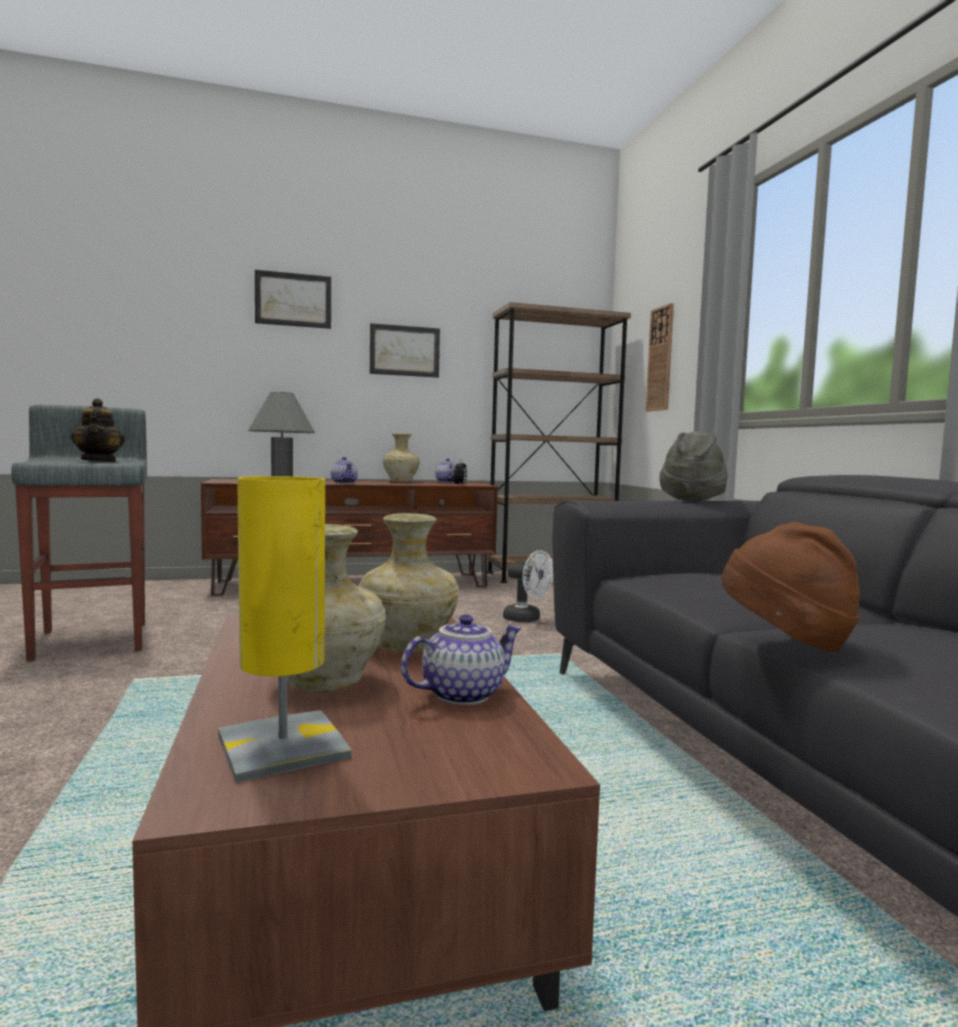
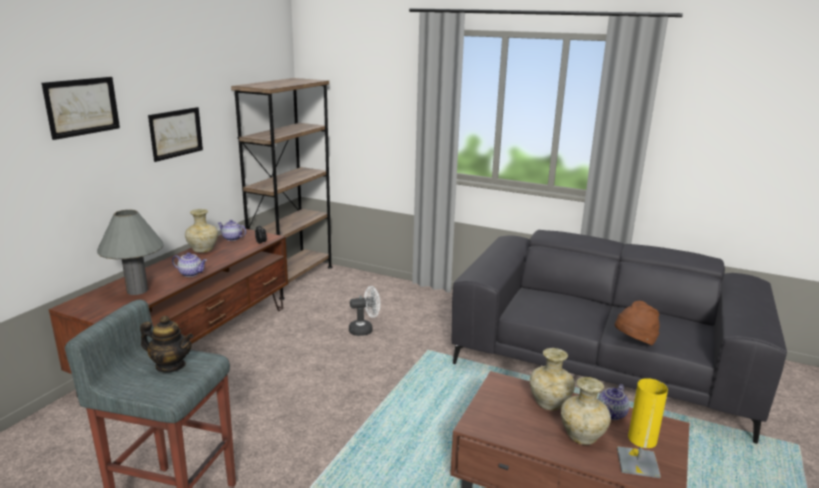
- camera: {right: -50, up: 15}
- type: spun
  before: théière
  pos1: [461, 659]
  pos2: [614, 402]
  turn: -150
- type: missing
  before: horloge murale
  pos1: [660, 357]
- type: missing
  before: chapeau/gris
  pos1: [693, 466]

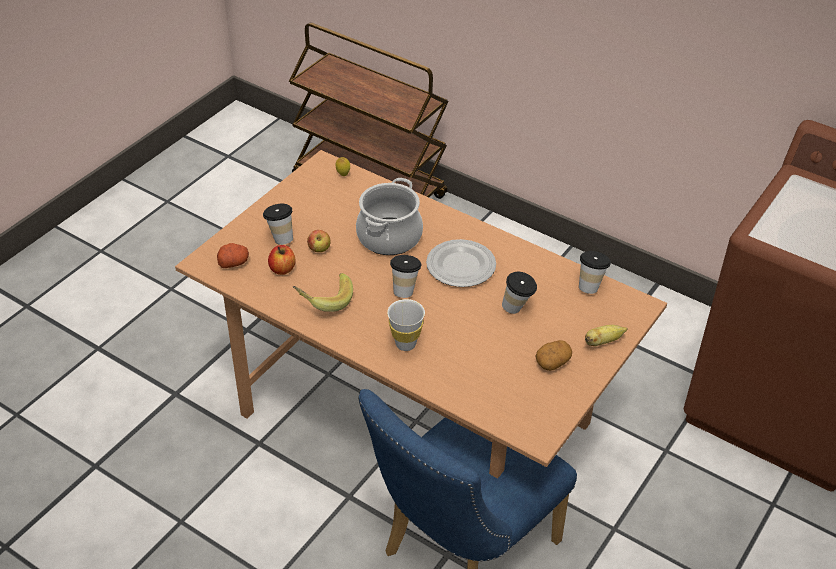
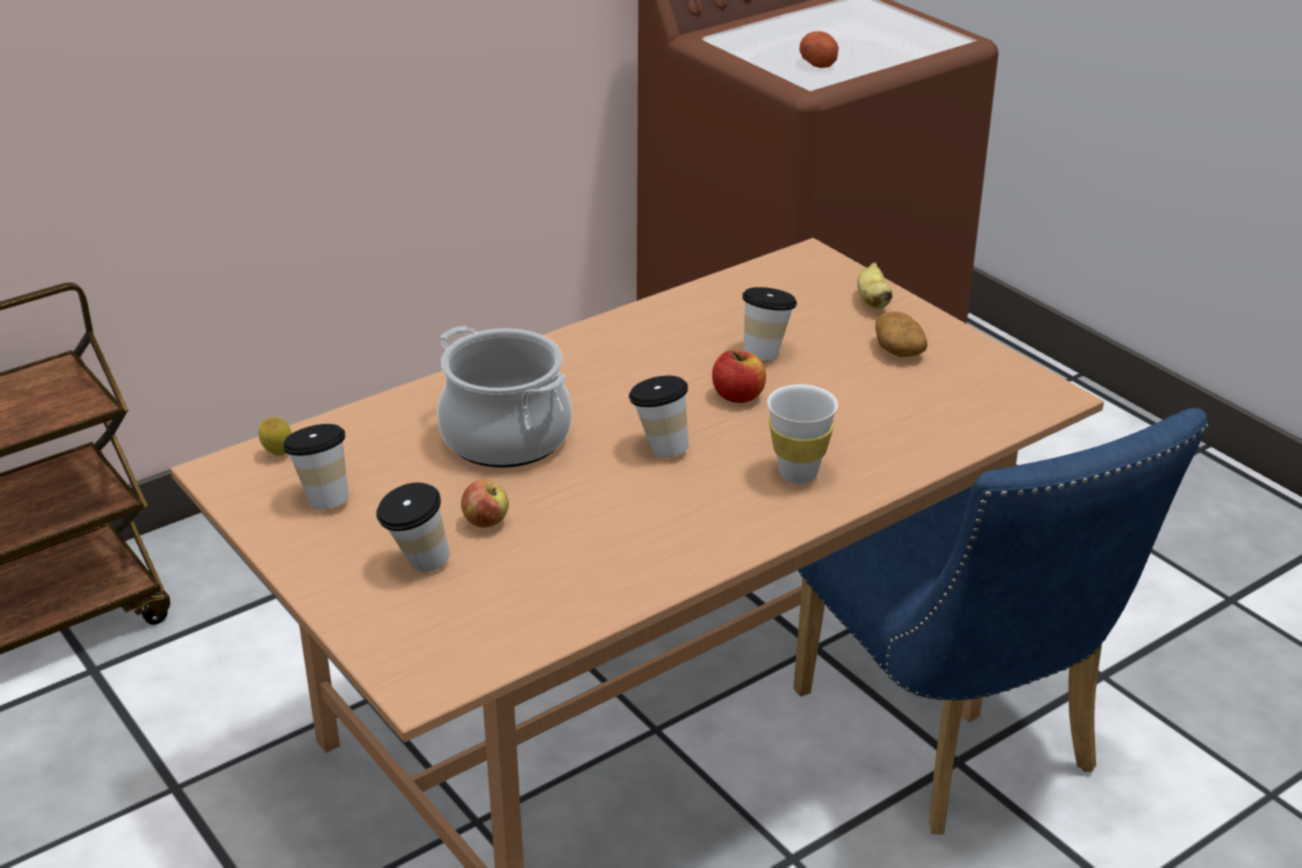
- camera: {right: -70, up: -10}
- type: relocated
  before: pomme de terre
  pos1: [233, 255]
  pos2: [818, 49]
- type: relocated
  before: pomme
  pos1: [281, 260]
  pos2: [739, 376]
- type: missing
  before: banane
  pos1: [323, 292]
- type: missing
  before: assiette
  pos1: [461, 263]
- type: relocated
  before: tasse
  pos1: [595, 272]
  pos2: [316, 466]

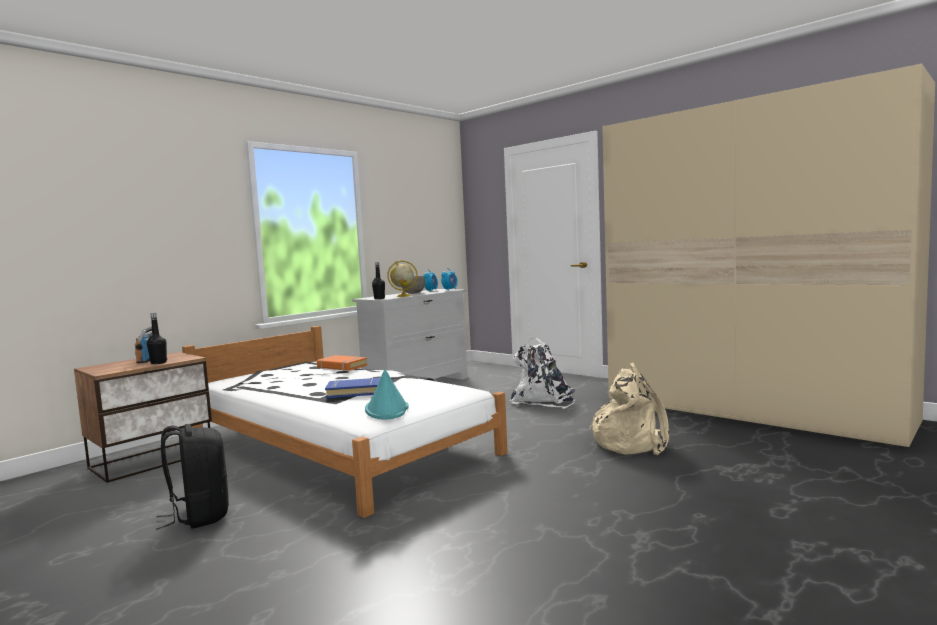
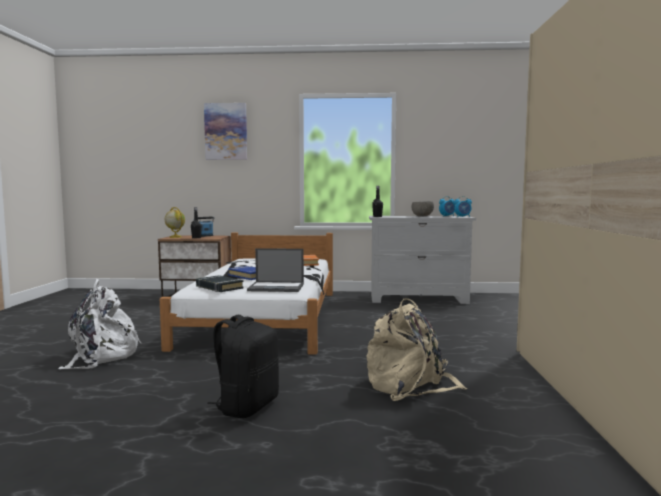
- camera: {right: 50, up: 0}
- type: relocated
  before: sac à dos/noir
  pos1: [192, 477]
  pos2: [243, 366]
- type: exchanged
  before: chapeau/turquoise
  after: livre/noir
  pos1: [386, 394]
  pos2: [220, 283]
- type: relocated
  before: globe
  pos1: [402, 278]
  pos2: [175, 222]
- type: relocated
  before: sac à dos/blanc
  pos1: [542, 373]
  pos2: [99, 324]
- type: appeared
  after: tableau
  pos2: [225, 131]
- type: appeared
  after: ordinateur portable
  pos2: [275, 270]

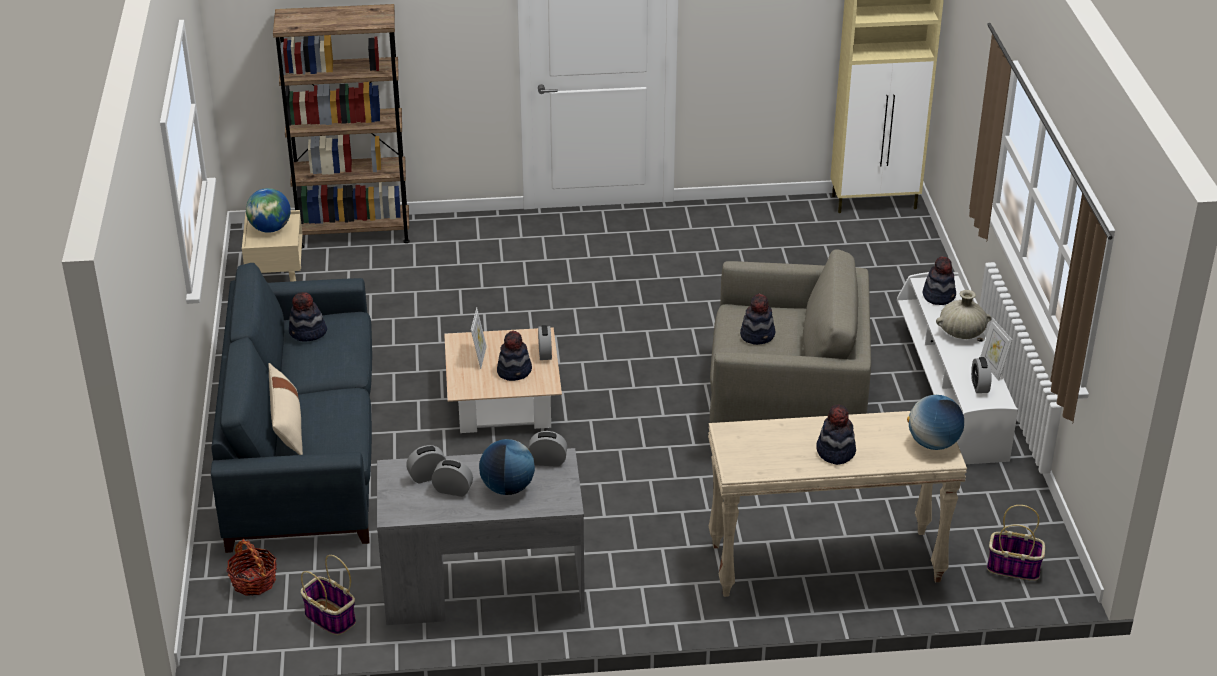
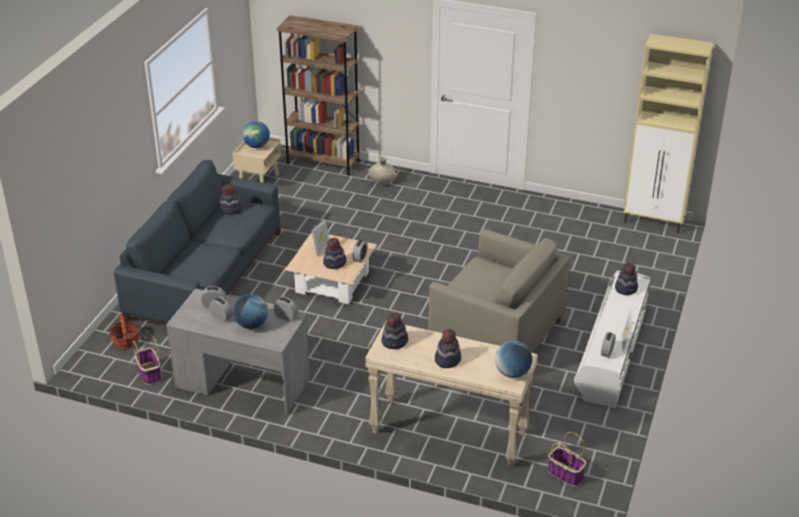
- camera: {right: 25, up: 0}
- type: missing
  before: coussin/beige
  pos1: [285, 409]
- type: relocated
  before: chapeau
  pos1: [758, 319]
  pos2: [394, 330]
- type: relocated
  before: vase/beige
  pos1: [963, 314]
  pos2: [382, 170]

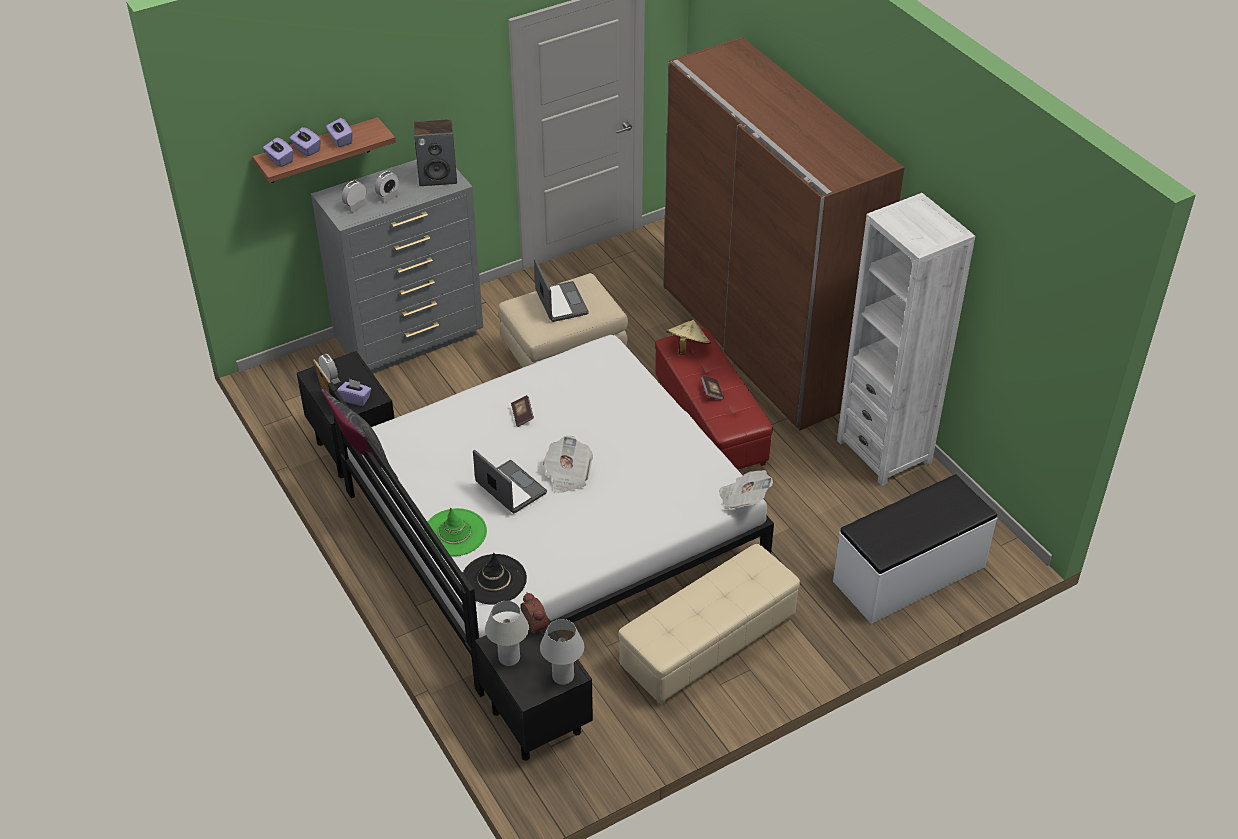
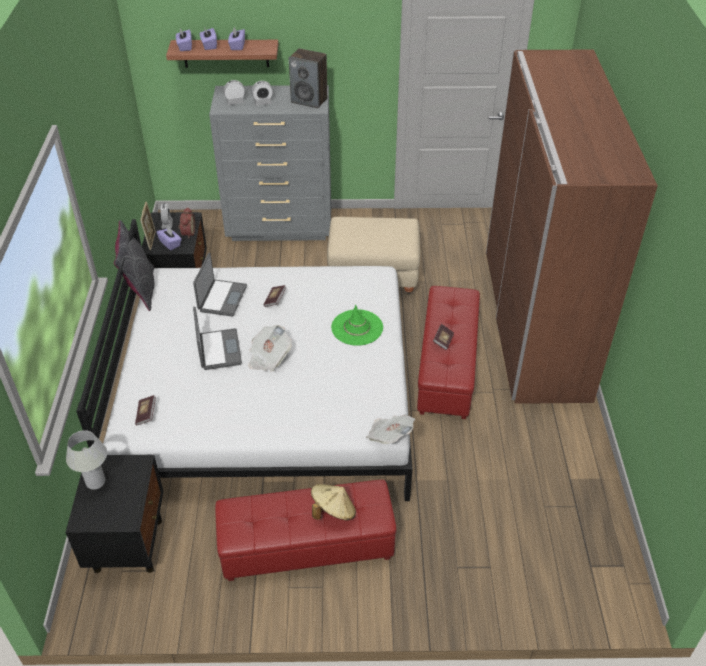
- camera: {right: 30, up: 0}
- type: relocated
  before: chapeau/vert
  pos1: [455, 532]
  pos2: [357, 325]
- type: exchanged
  before: chapeau/noir
  after: livre
  pos1: [494, 579]
  pos2: [145, 410]
- type: relocated
  before: réveil
  pos1: [534, 613]
  pos2: [186, 223]
- type: relocated
  before: ordinateur portable
  pos1: [561, 290]
  pos2: [220, 285]
- type: missing
  before: lampe de table/blanc
  pos1: [562, 652]
- type: colour
  before: pouf/beige
  after: pouf/rouge
  pos1: [709, 625]
  pos2: [305, 530]
- type: relocated
  before: chapeau/beige
  pos1: [689, 337]
  pos2: [333, 502]
- type: missing
  before: banc/blanc
  pos1: [915, 549]
- type: missing
  before: bibliothèque/blanc
  pos1: [906, 339]

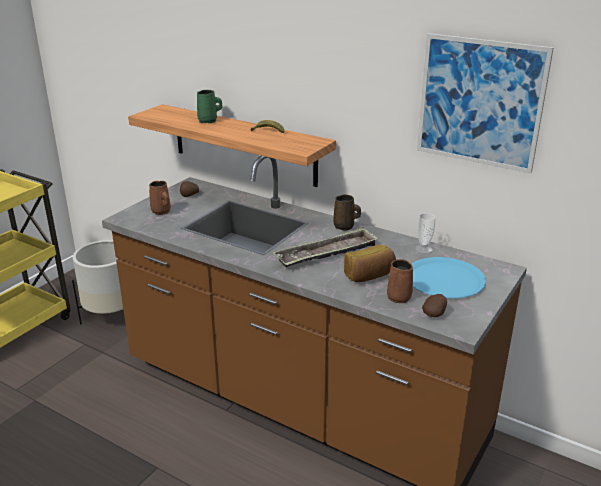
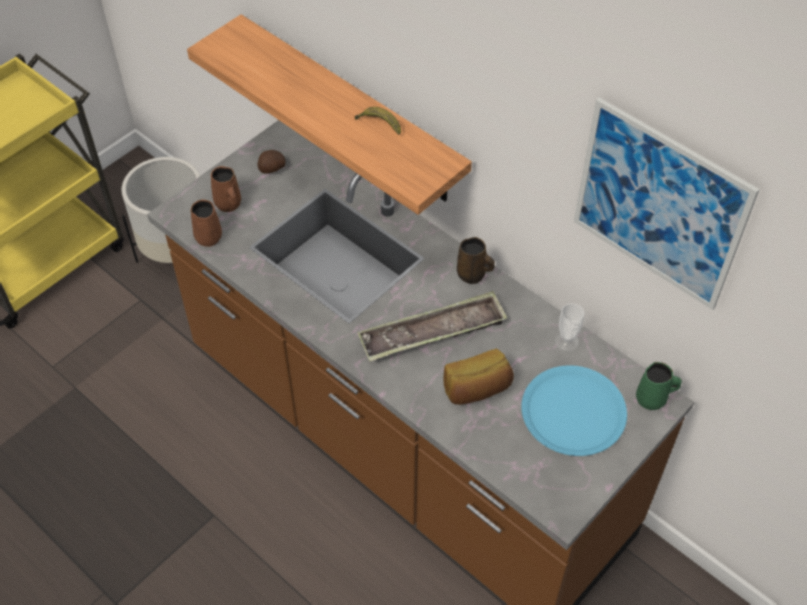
- camera: {right: 10, up: 25}
- type: relocated
  before: mug/vert
  pos1: [209, 106]
  pos2: [659, 386]
- type: relocated
  before: mug/marron
  pos1: [400, 281]
  pos2: [206, 223]
- type: missing
  before: pomme de terre
  pos1: [434, 305]

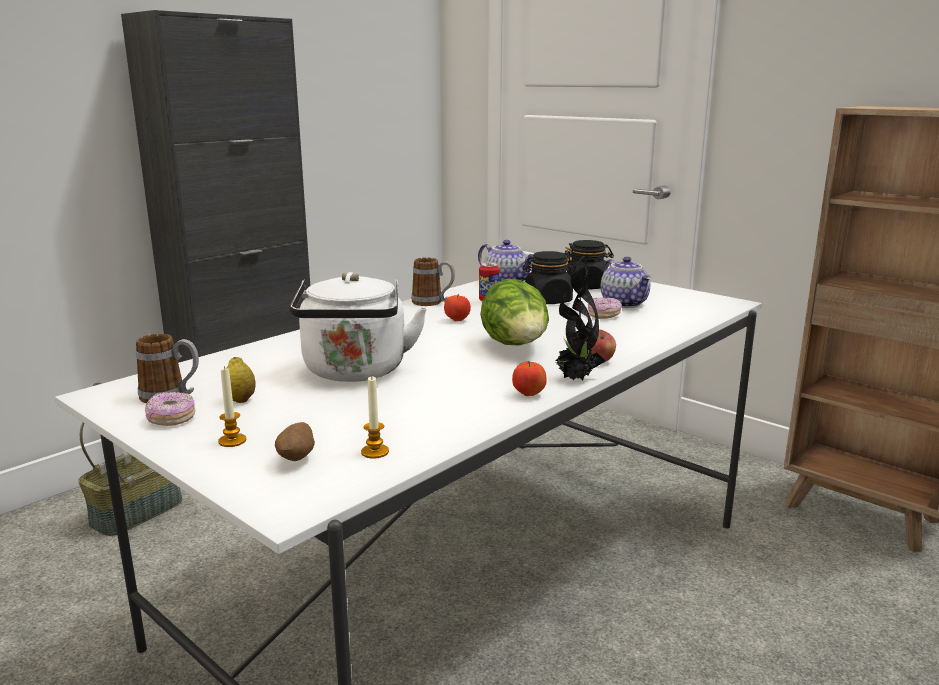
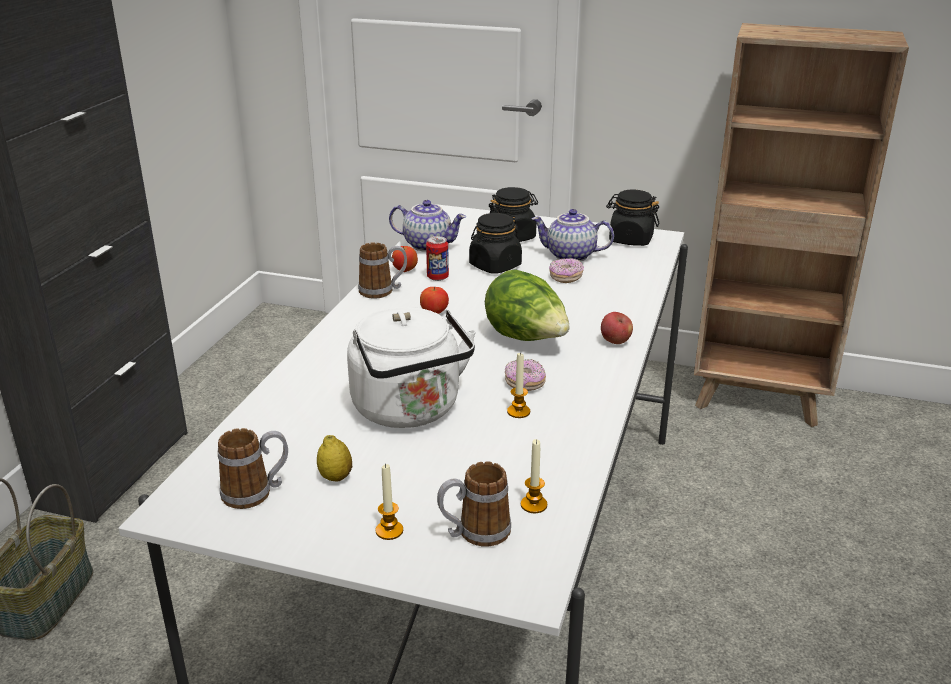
- camera: {right: -25, up: 10}
- type: relocated
  before: beignet
  pos1: [170, 409]
  pos2: [525, 375]
- type: exchanged
  before: pomme de terre
  after: mug
  pos1: [295, 441]
  pos2: [474, 504]
- type: relocated
  before: pomme
  pos1: [529, 378]
  pos2: [405, 259]
- type: missing
  before: plante en pot
  pos1: [581, 318]
- type: spun
  before: théière
  pos1: [626, 282]
  pos2: [572, 235]
  turn: 150
- type: appeared
  after: bougie
  pos2: [518, 385]
- type: appeared
  after: bocal/noir
  pos2: [632, 218]

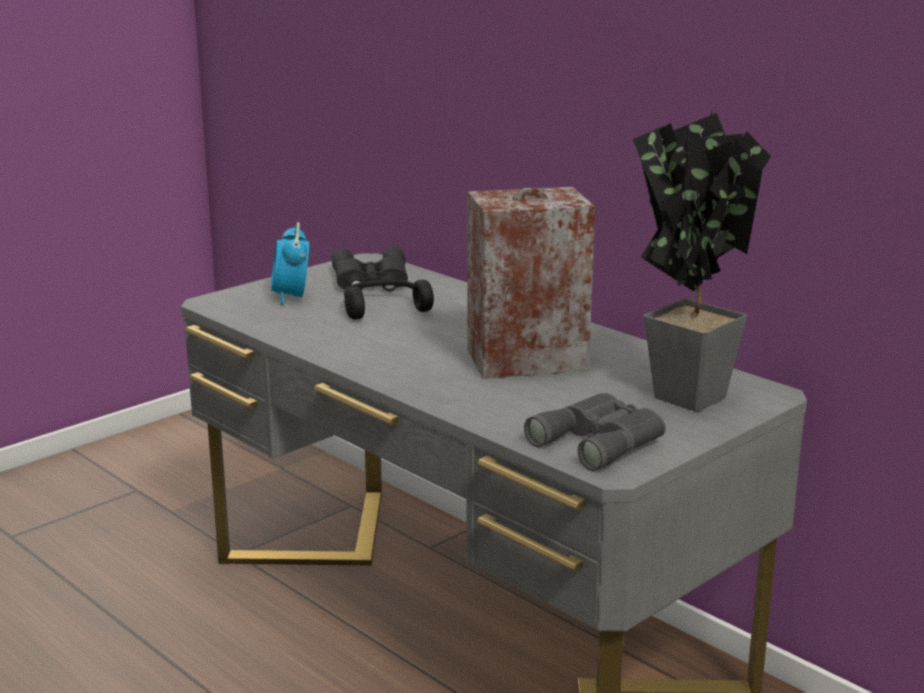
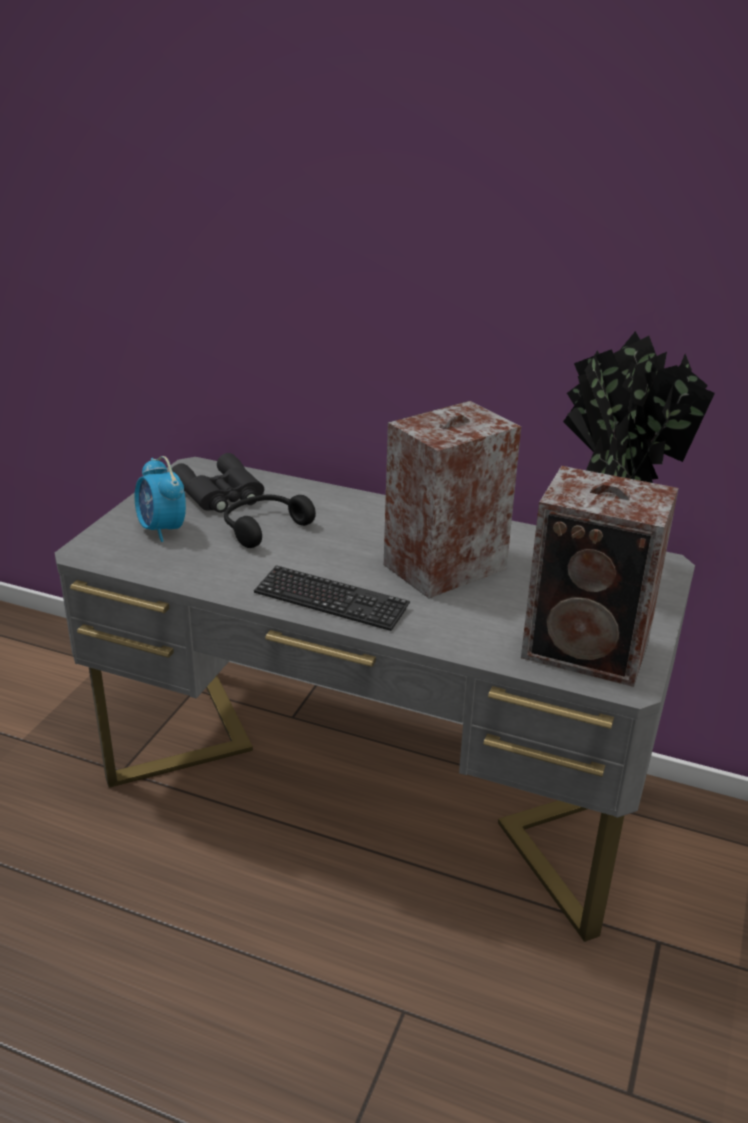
- camera: {right: -25, up: 10}
- type: exchanged
  before: jumelles/gris
  after: enceinte
  pos1: [595, 432]
  pos2: [600, 576]
- type: appeared
  after: clavier
  pos2: [332, 598]

